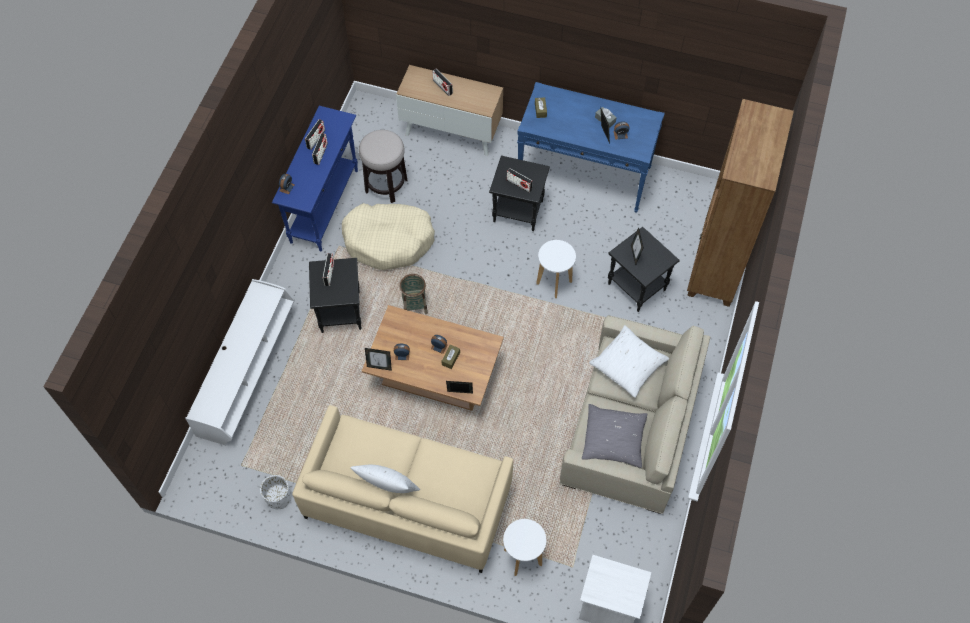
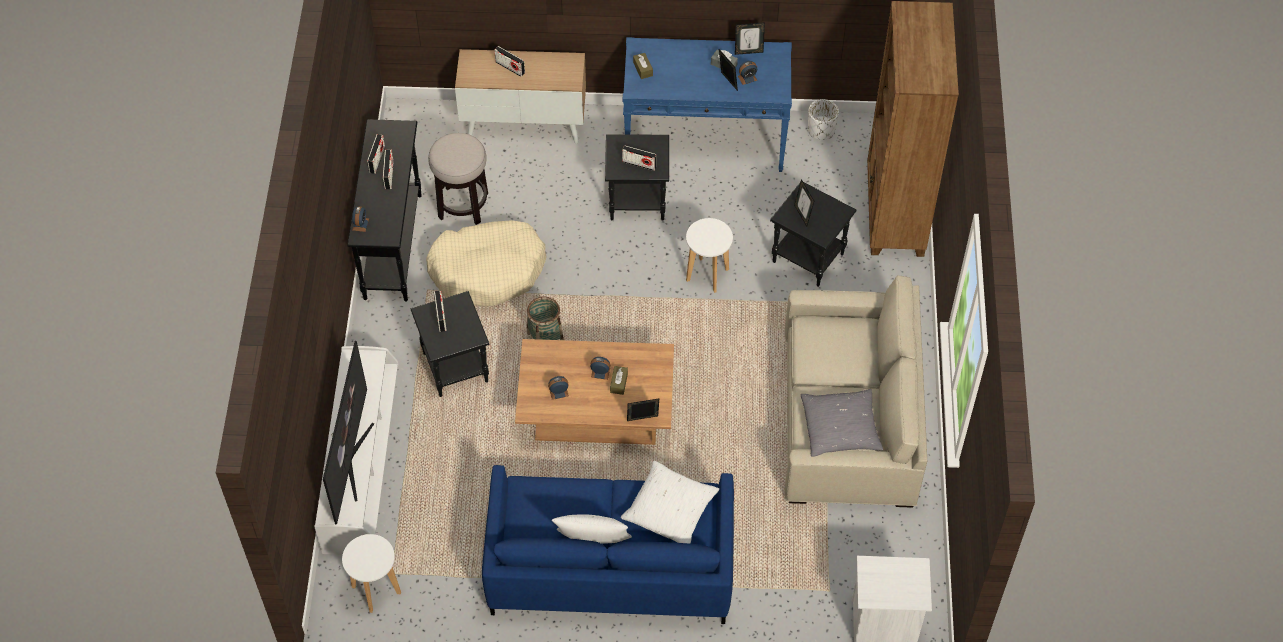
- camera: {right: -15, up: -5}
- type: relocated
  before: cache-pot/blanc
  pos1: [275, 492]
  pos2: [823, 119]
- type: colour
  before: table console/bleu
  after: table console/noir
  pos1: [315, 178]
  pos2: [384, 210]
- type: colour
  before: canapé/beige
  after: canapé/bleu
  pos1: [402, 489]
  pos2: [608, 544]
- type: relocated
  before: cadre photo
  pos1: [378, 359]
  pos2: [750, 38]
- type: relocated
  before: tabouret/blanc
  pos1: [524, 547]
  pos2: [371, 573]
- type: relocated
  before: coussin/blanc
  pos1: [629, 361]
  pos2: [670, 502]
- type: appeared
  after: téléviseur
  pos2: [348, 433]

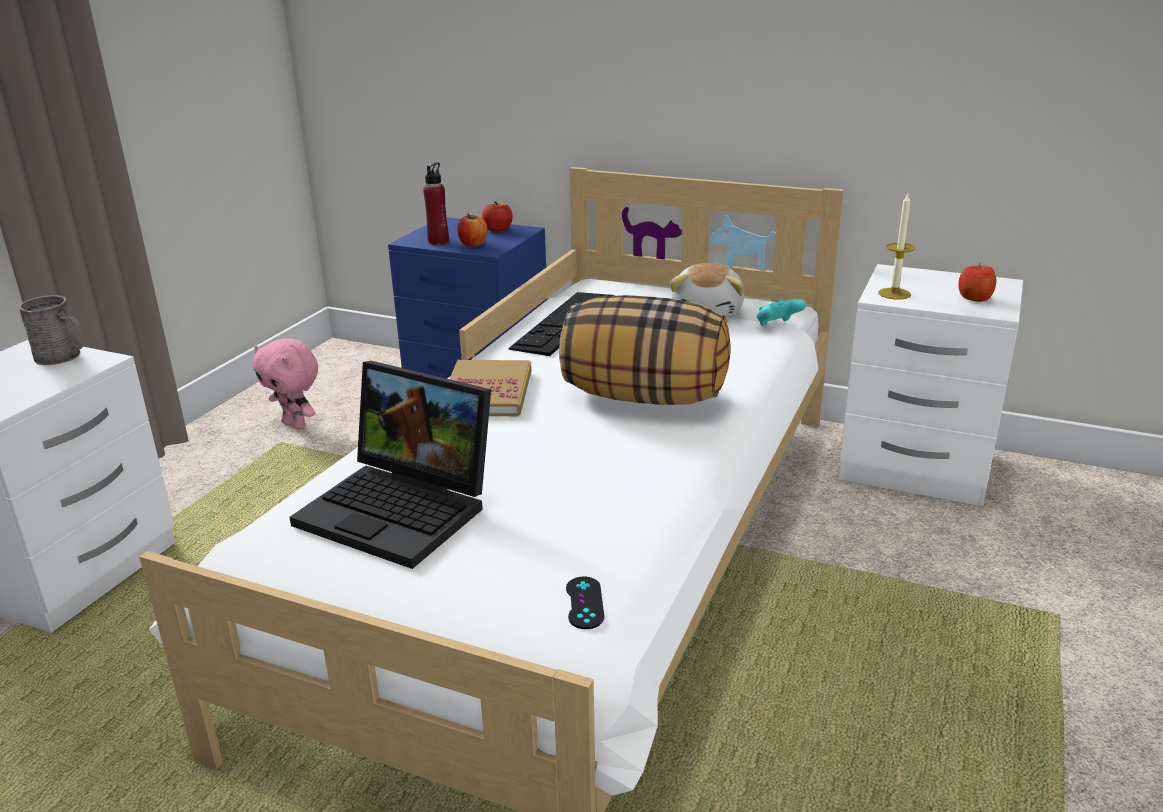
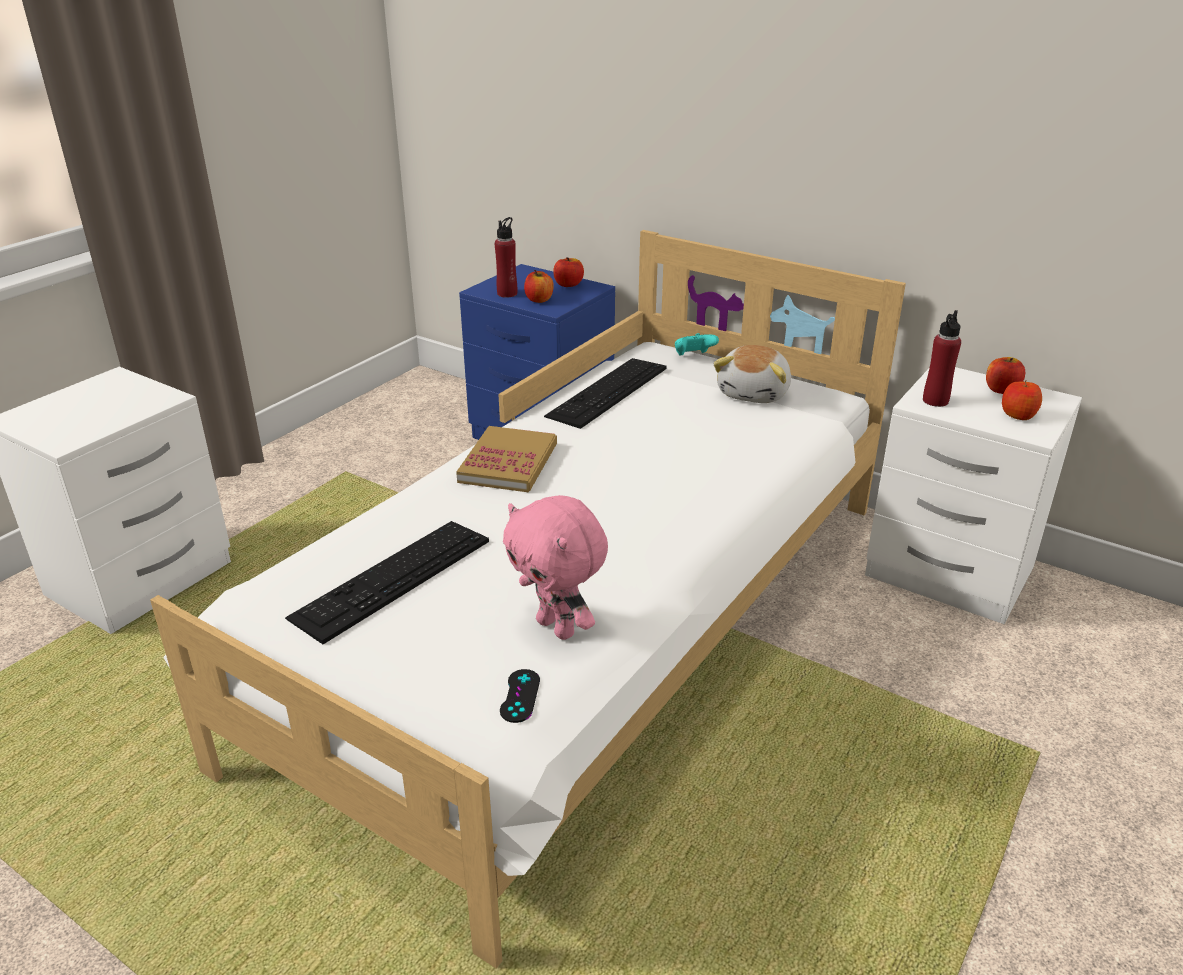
- camera: {right: 10, up: 5}
- type: missing
  before: mug/gris
  pos1: [51, 330]
- type: relocated
  before: peluche/rose
  pos1: [285, 383]
  pos2: [555, 567]
- type: exchanged
  before: ordinateur portable
  after: clavier
  pos1: [390, 465]
  pos2: [387, 582]
- type: missing
  before: coussin
  pos1: [645, 350]
- type: relocated
  before: manette/turquoise
  pos1: [781, 312]
  pos2: [697, 344]
- type: exchanged
  before: bougie
  after: bouteille/rouge
  pos1: [896, 247]
  pos2: [942, 358]
- type: appeared
  after: pomme
  pos2: [1005, 375]

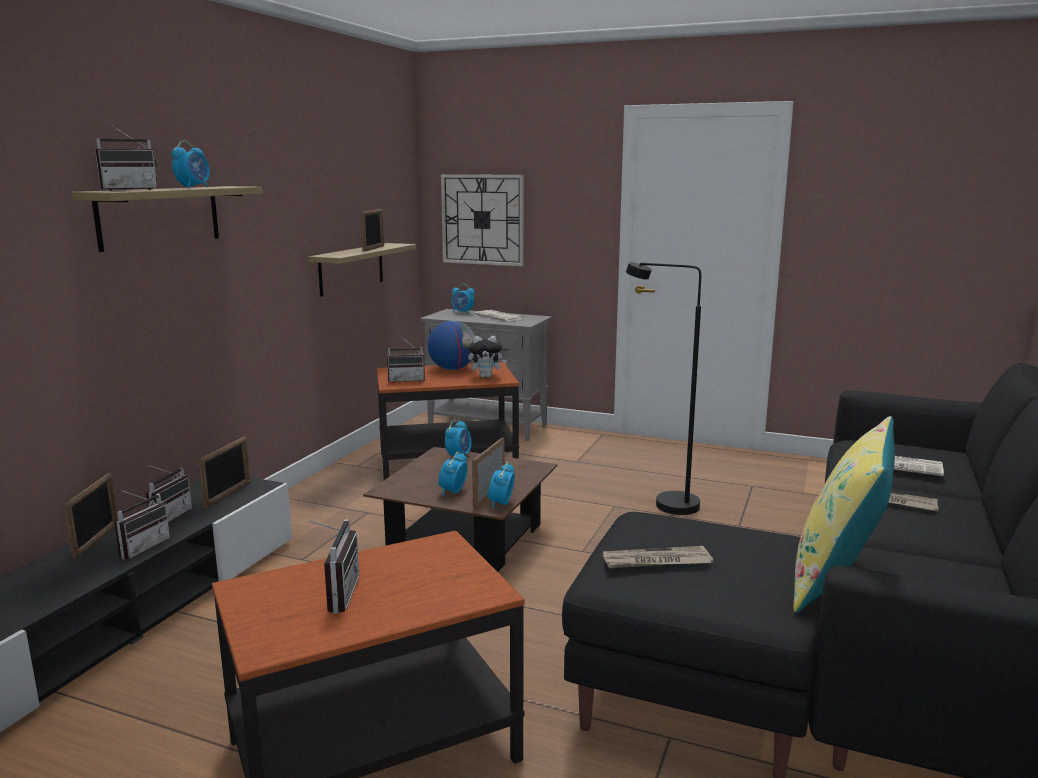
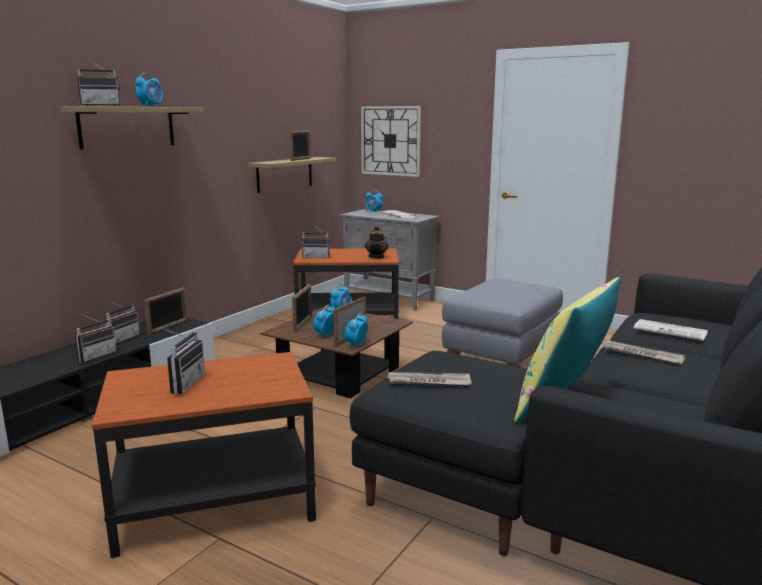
- camera: {right: 10, up: 0}
- type: relocated
  before: cadre photo
  pos1: [90, 516]
  pos2: [302, 308]
- type: missing
  before: globe
  pos1: [451, 345]
- type: exchanged
  before: peluche
  after: théière
  pos1: [487, 357]
  pos2: [377, 242]
- type: exchanged
  before: lampadaire/noir
  after: pouf/gris
  pos1: [663, 388]
  pos2: [502, 322]

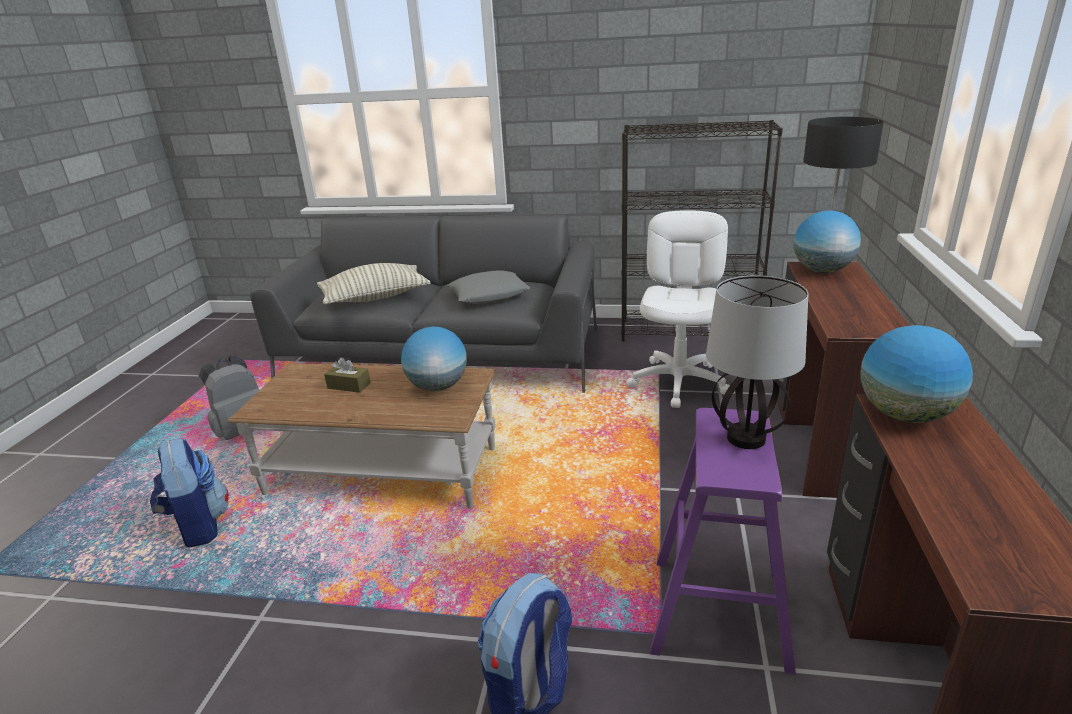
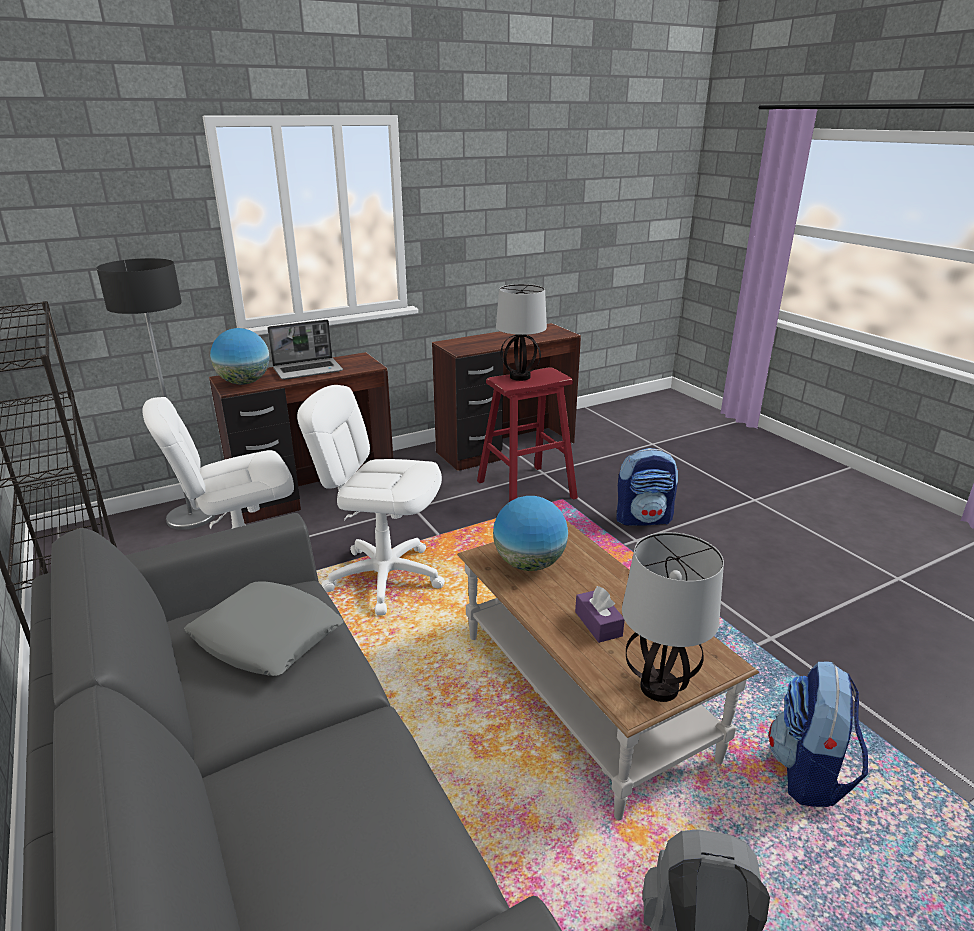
- camera: {right: -130, up: 0}
- type: missing
  before: coussin
  pos1: [374, 283]
- type: colour
  before: boîte à mouchoirs/marron
  after: boîte à mouchoirs/violet
  pos1: [347, 375]
  pos2: [600, 614]
- type: colour
  before: tabouret/violet
  after: tabouret/rouge
  pos1: [723, 541]
  pos2: [527, 434]
- type: missing
  before: globe
  pos1: [917, 374]
- type: appeared
  after: ordinateur portable
  pos2: [305, 350]
- type: appeared
  after: chaise de bureau/blanc
  pos2: [371, 500]
- type: appeared
  after: lampe de table
  pos2: [673, 617]

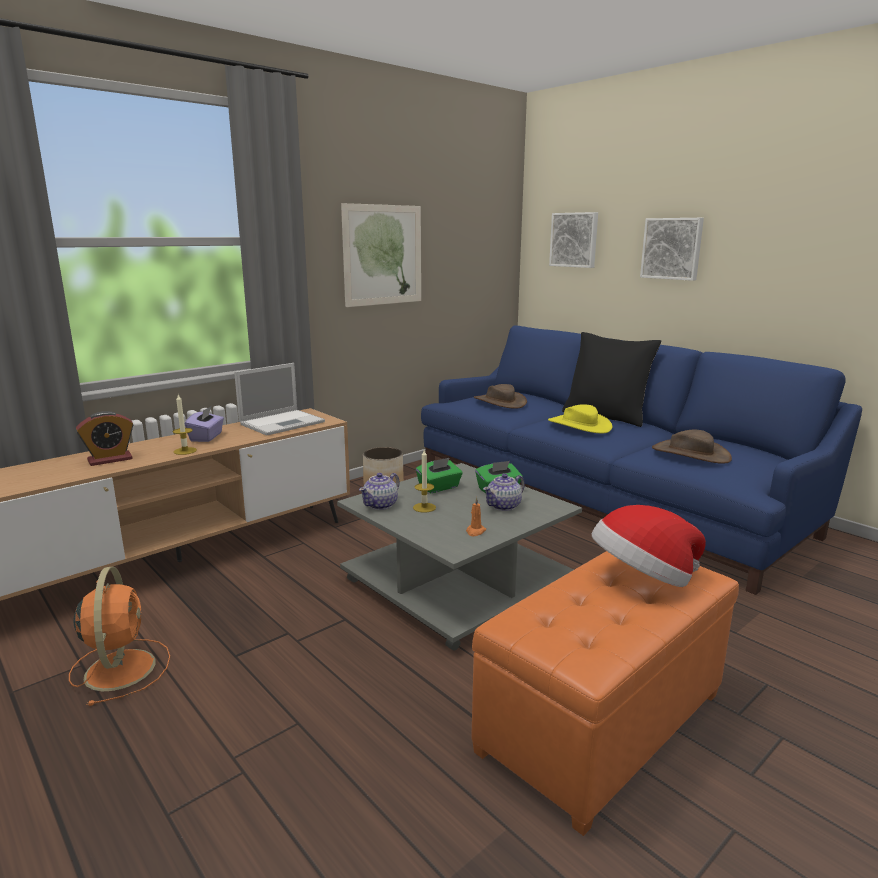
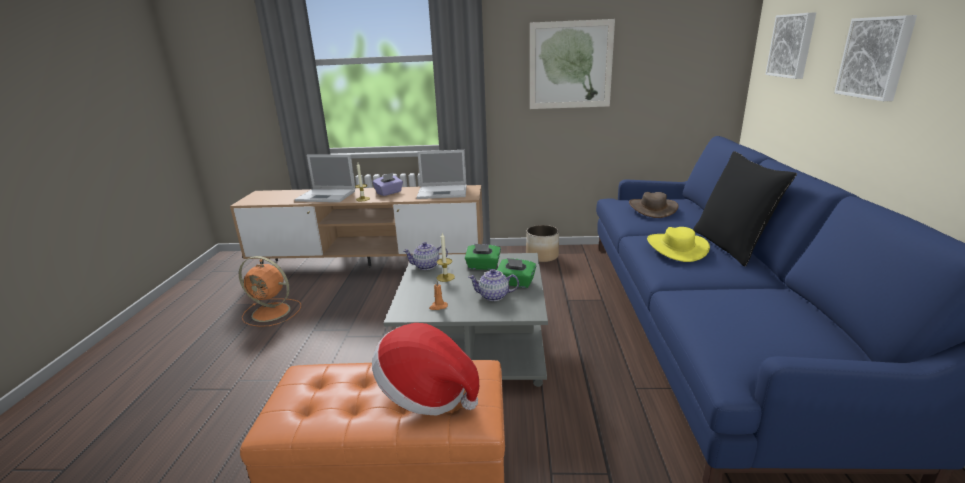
- camera: {right: 45, up: 5}
- type: spun
  before: ventilateur/orange
  pos1: [119, 636]
  pos2: [270, 291]
  turn: 75
- type: exchanged
  before: réveil
  after: ordinateur portable
  pos1: [105, 438]
  pos2: [325, 178]
- type: missing
  before: chapeau/marron
  pos1: [692, 446]

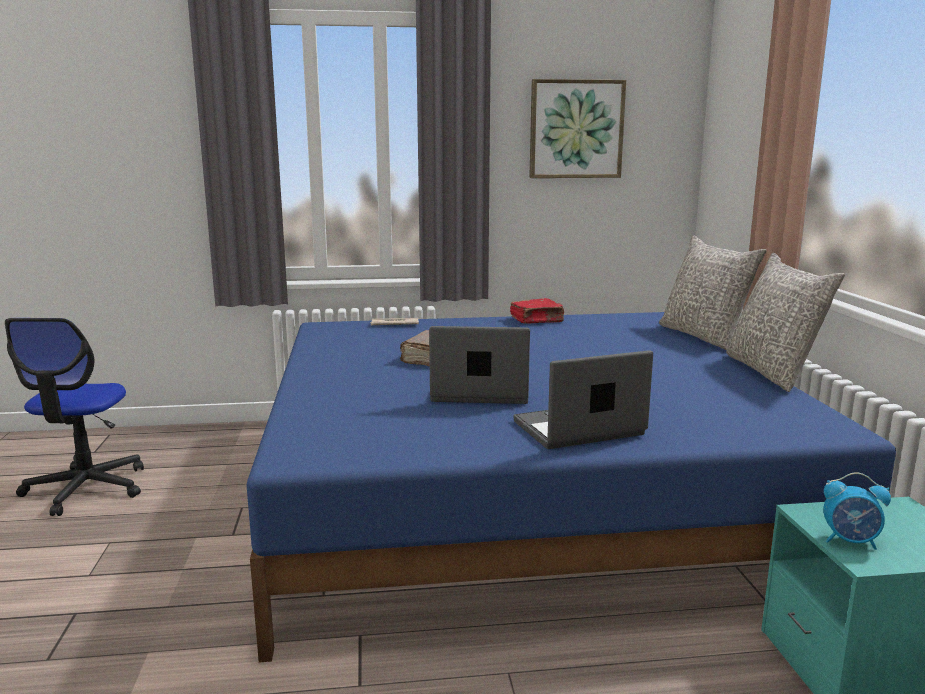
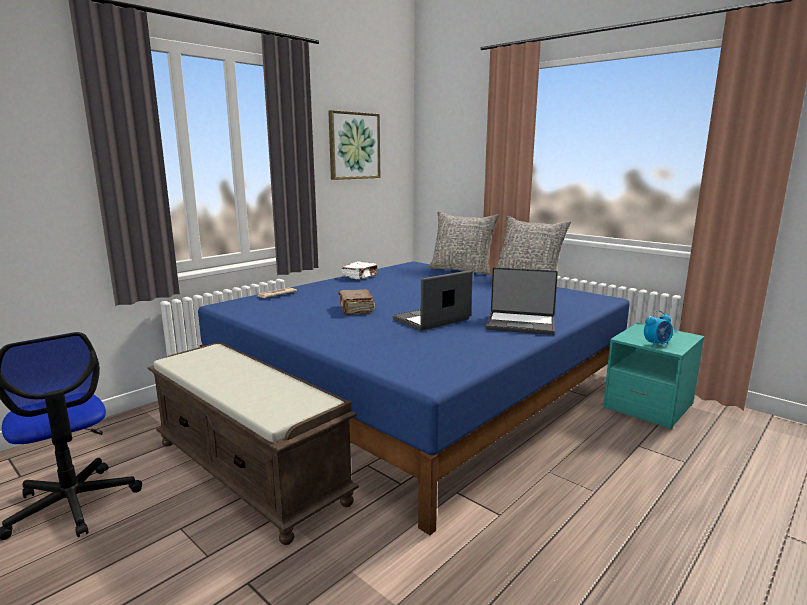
- camera: {right: -40, up: 0}
- type: colour
  before: livre/rouge
  after: livre/blanc
  pos1: [537, 311]
  pos2: [360, 270]
- type: spun
  before: ordinateur portable
  pos1: [583, 399]
  pos2: [522, 301]
  turn: -105
- type: appeared
  after: banc/marron
  pos2: [253, 443]

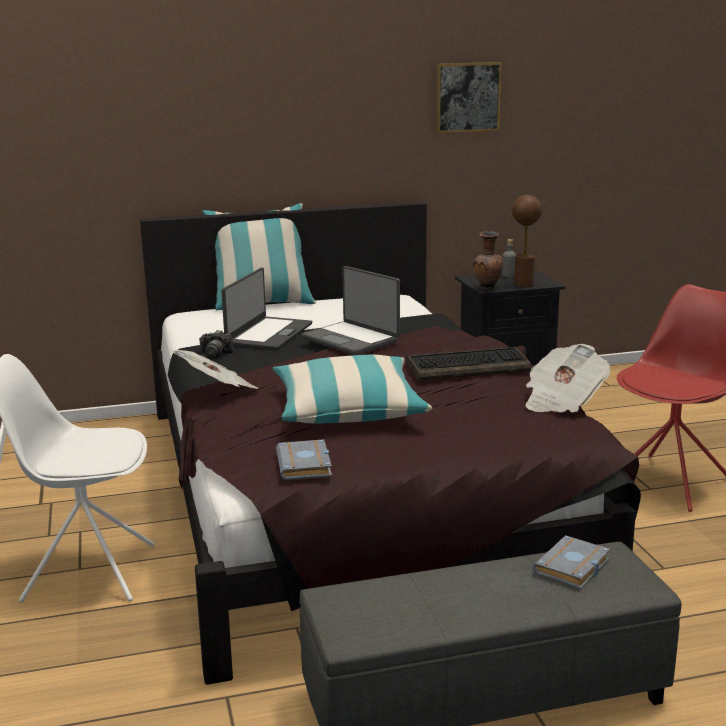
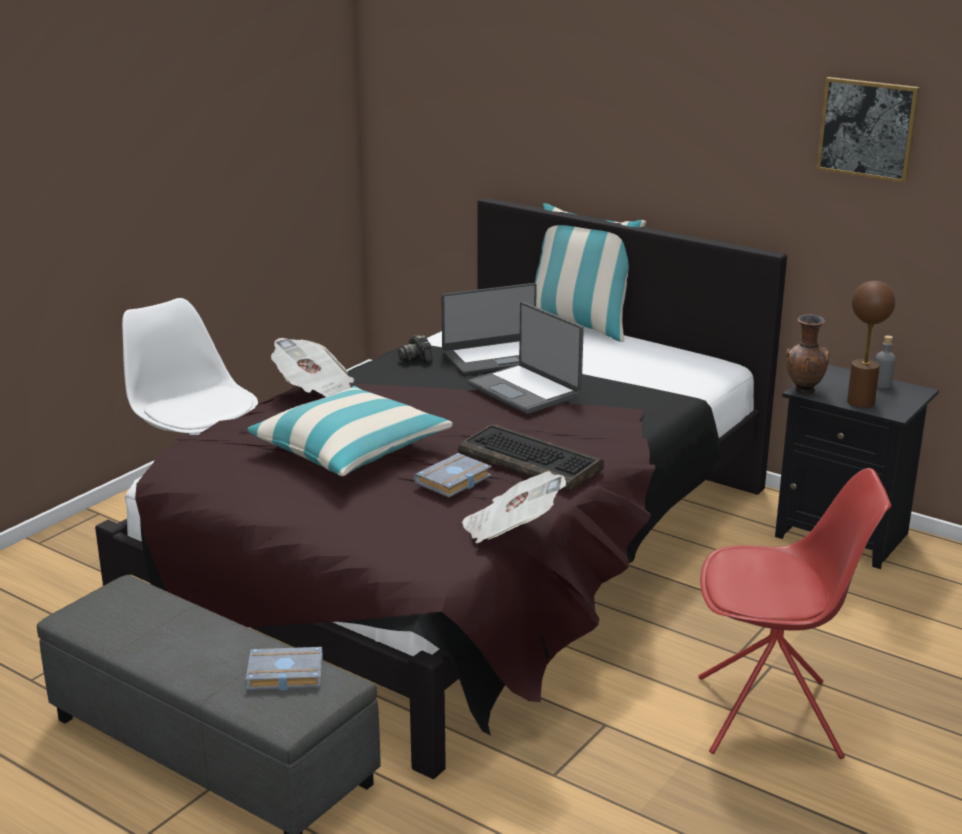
- camera: {right: 50, up: 5}
- type: relocated
  before: livre/gris
  pos1: [304, 460]
  pos2: [453, 475]
- type: spun
  before: ordinateur portable
  pos1: [350, 310]
  pos2: [526, 358]
  turn: -45

